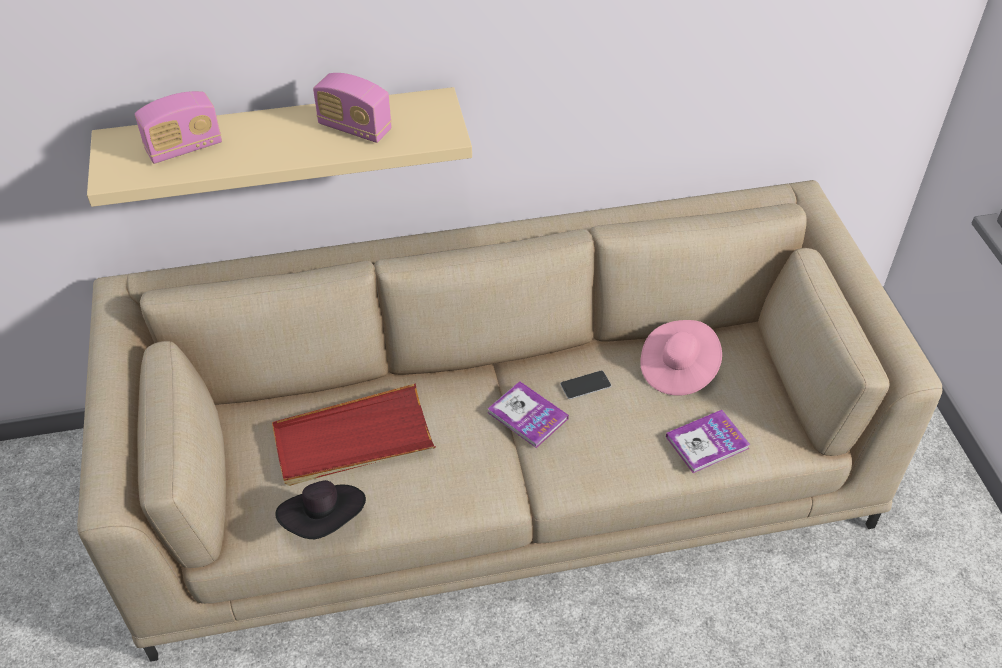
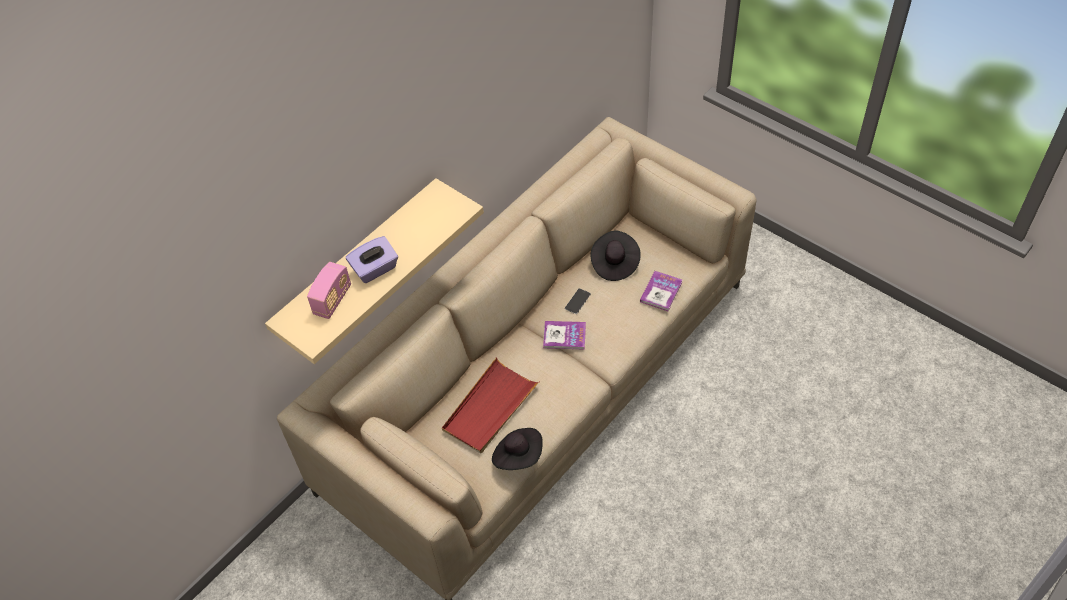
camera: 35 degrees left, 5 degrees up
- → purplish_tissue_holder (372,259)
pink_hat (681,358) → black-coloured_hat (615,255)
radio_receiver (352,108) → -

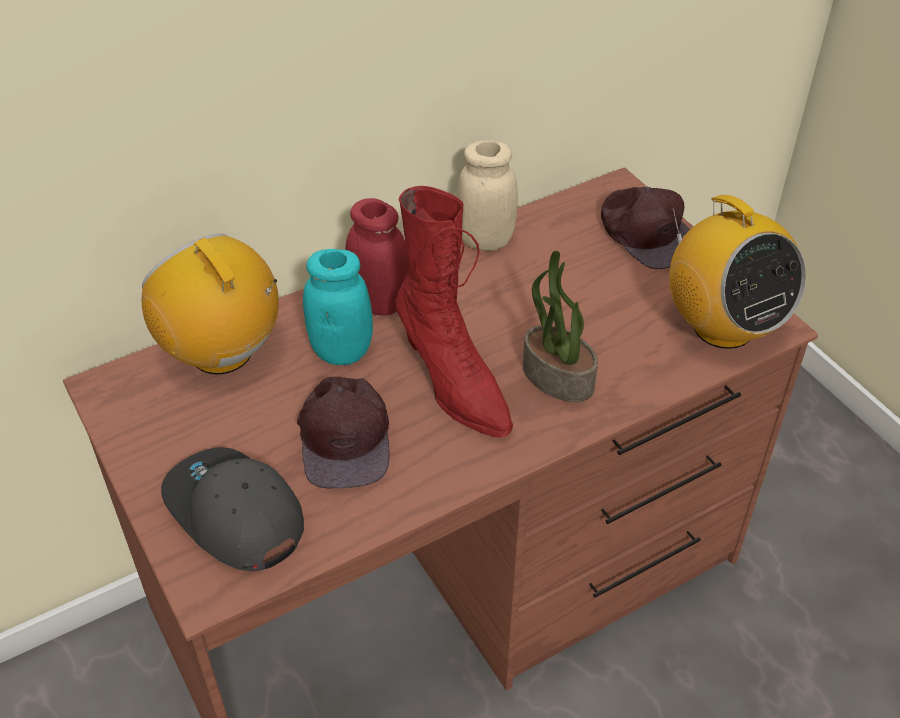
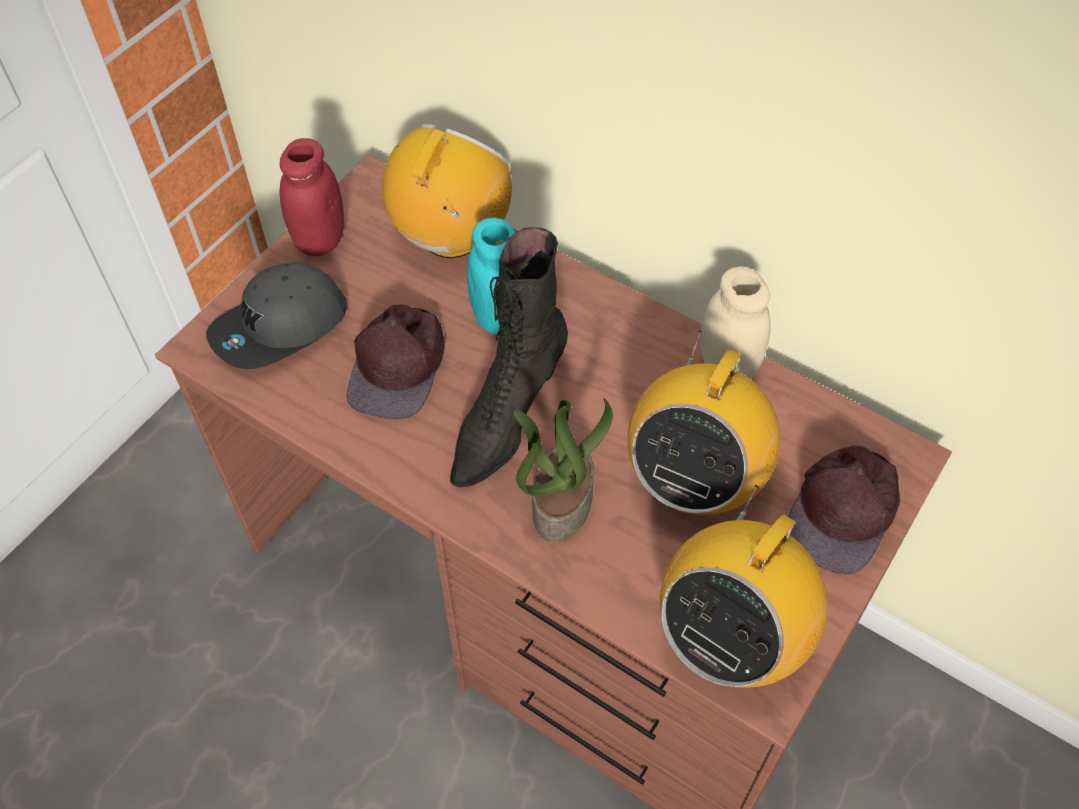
camera: 65 degrees right, 10 degrees up
grey_cap (232,509) → grey_cap (276,315), 150 degrees counterclockwise
red_jar (377,257) → red_jar (311,197), moved
brownish_cap (343,433) → brownish_cap (396,361), 45 degrees counterclockwise
red_high-top_boot (454,312) → black-coloured_high-top_boot (509,357)
- → radio_receiver (704,423)

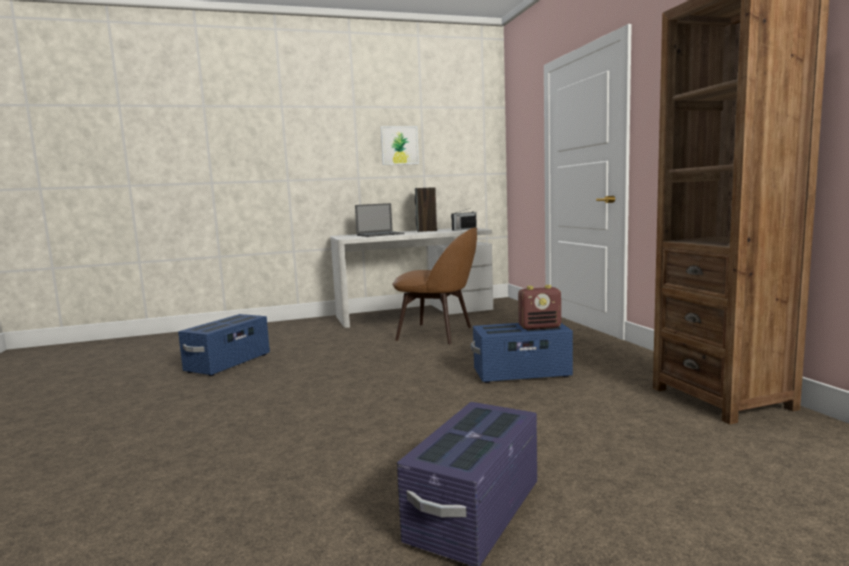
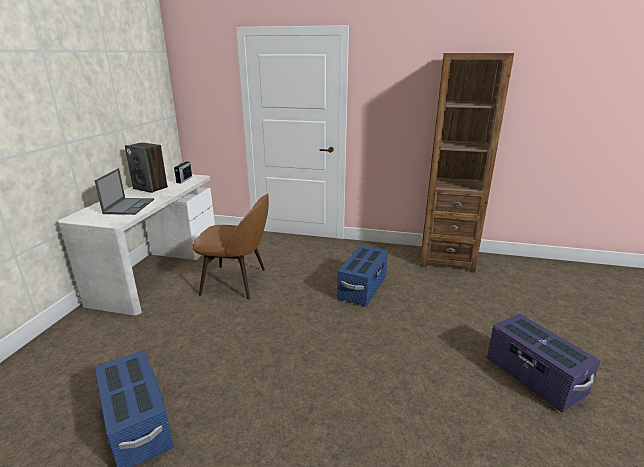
camera: 60 degrees left, 15 degrees up
brownish_upright_chair (434,286) → brownish_upright_chair (230,246), 45 degrees clockwise
picture (400,145) → -
radio_receiver (539,307) → -

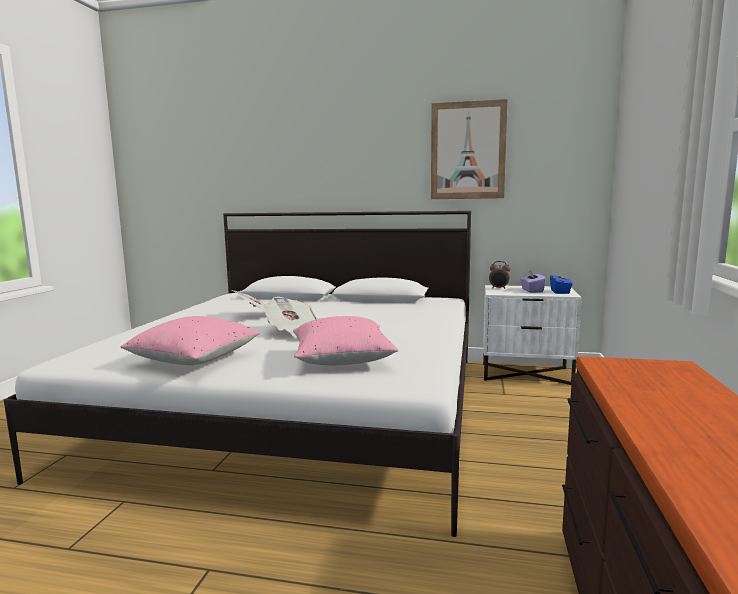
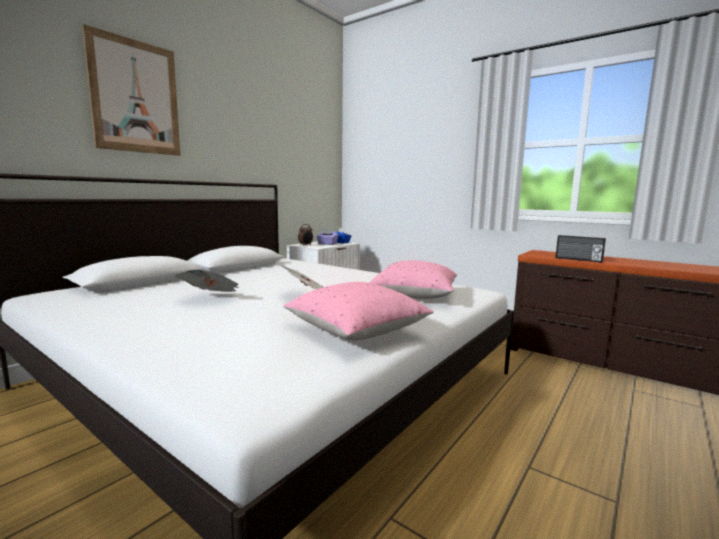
camera: 65 degrees left, 0 degrees up
picture (469,149) → picture (131,90), moved
- → radio_receiver (581,248)

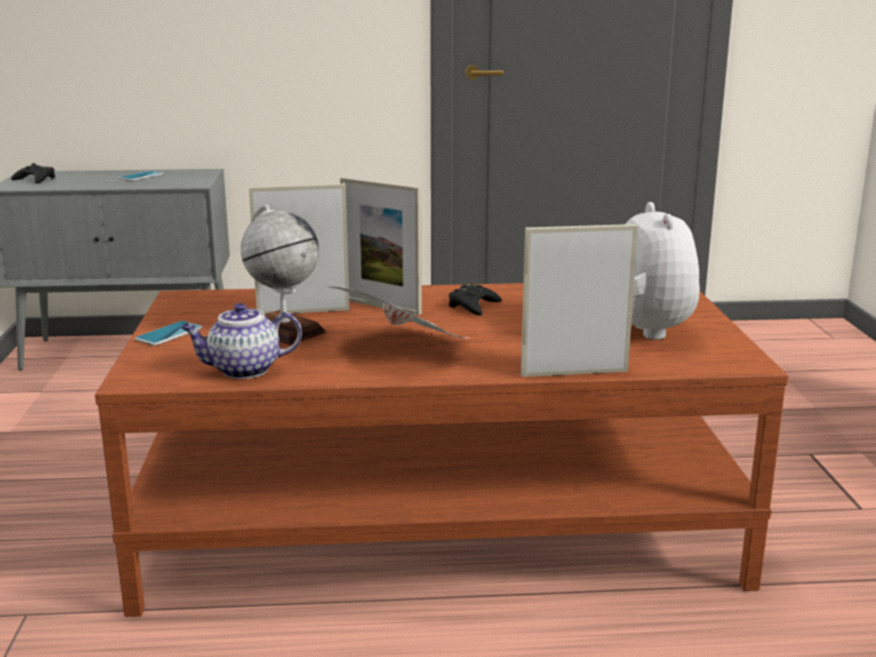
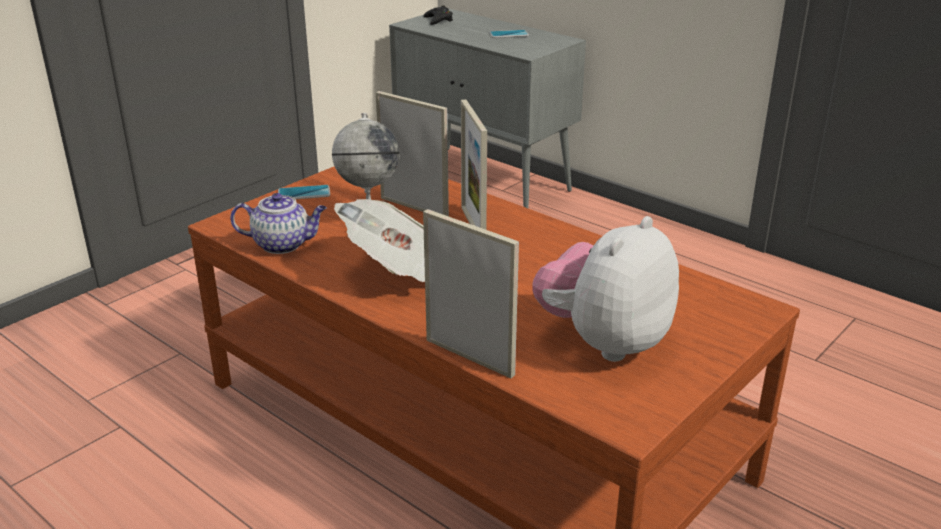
camera: 45 degrees right, 10 degrees up
pot_for_tea (241,341) → pot_for_tea (278,223), 150 degrees clockwise
black-coloured_gamepad (475,299) → -

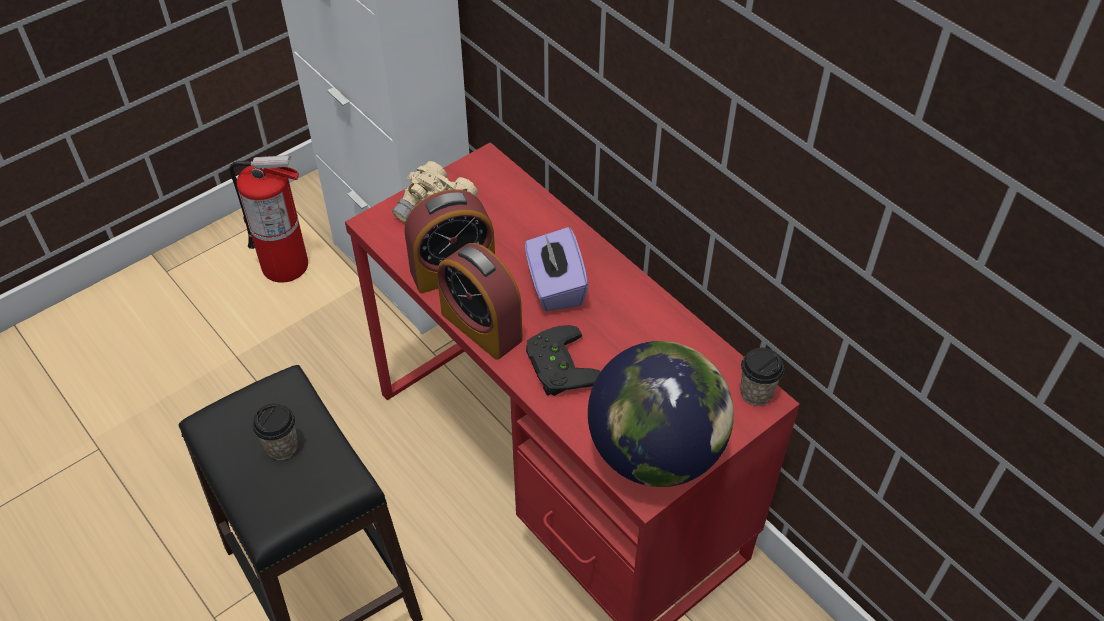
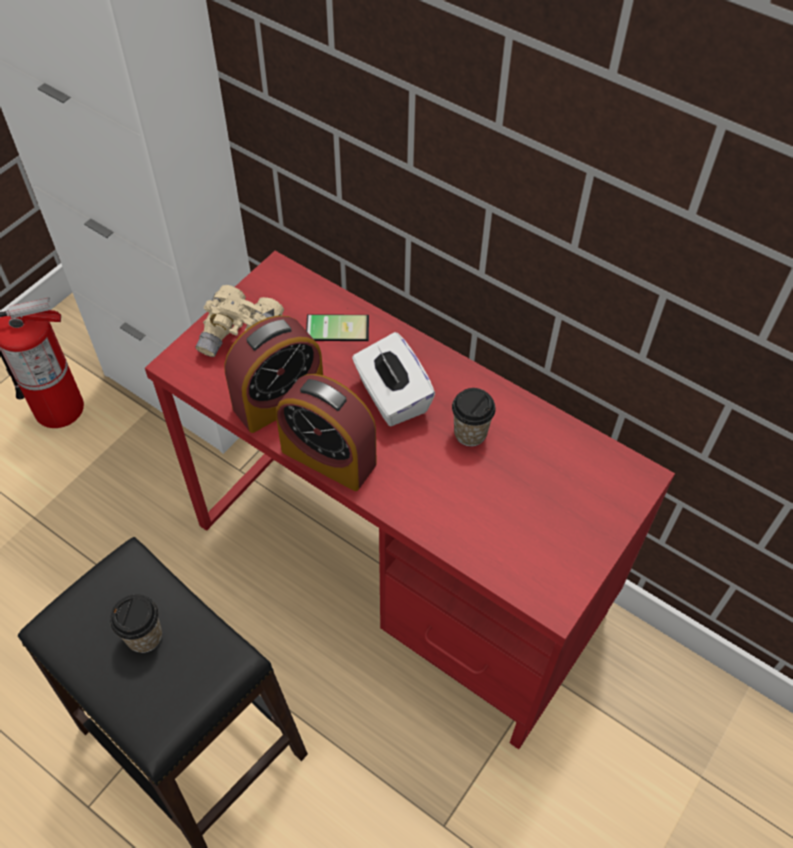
camera: 15 degrees left, 5 degrees up
- → phone (337,327)
purplish_tissue_holder (556,269) → whitish_tissue_holder (393,379)
drinking_cup (762,377) → drinking_cup (474,417), moved
black-coloured_gamepad (563,360) → -
globe (661,414) → -

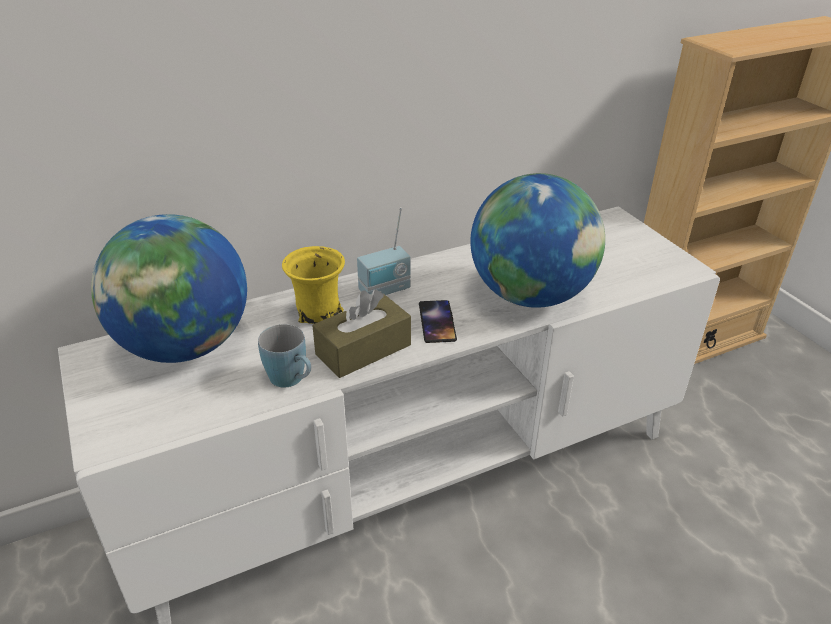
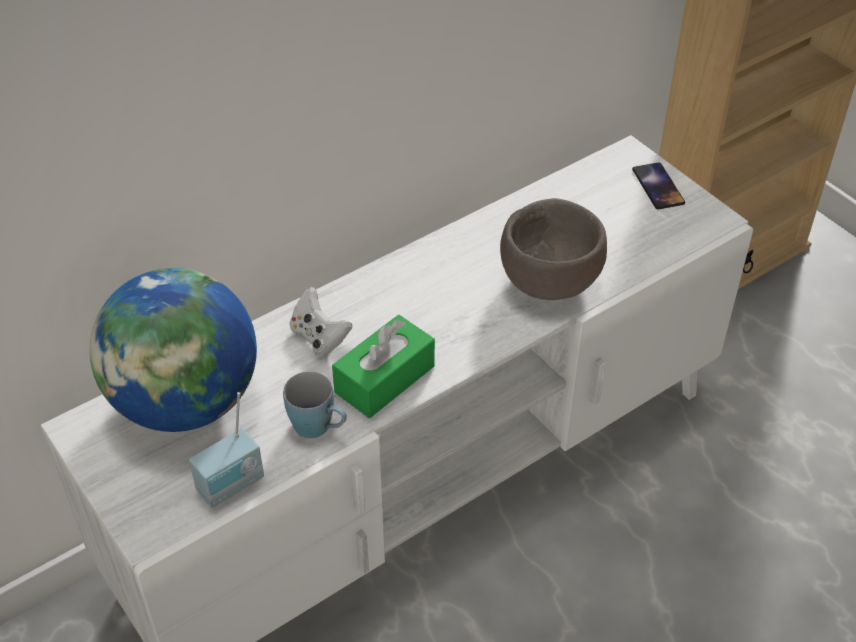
camera: 10 degrees left, 10 degrees up
radio_receiver (383,251) → radio_receiver (226,450), moved
yellow-coloured_tea_mug (313,285) → whitish_gamepad (321,321)
brownish_tissue_holder (361,333) → green_tissue_holder (383,366)
globe (537,240) → brownish_bowl (553,249)
phone (438,321) → phone (658,185), moved

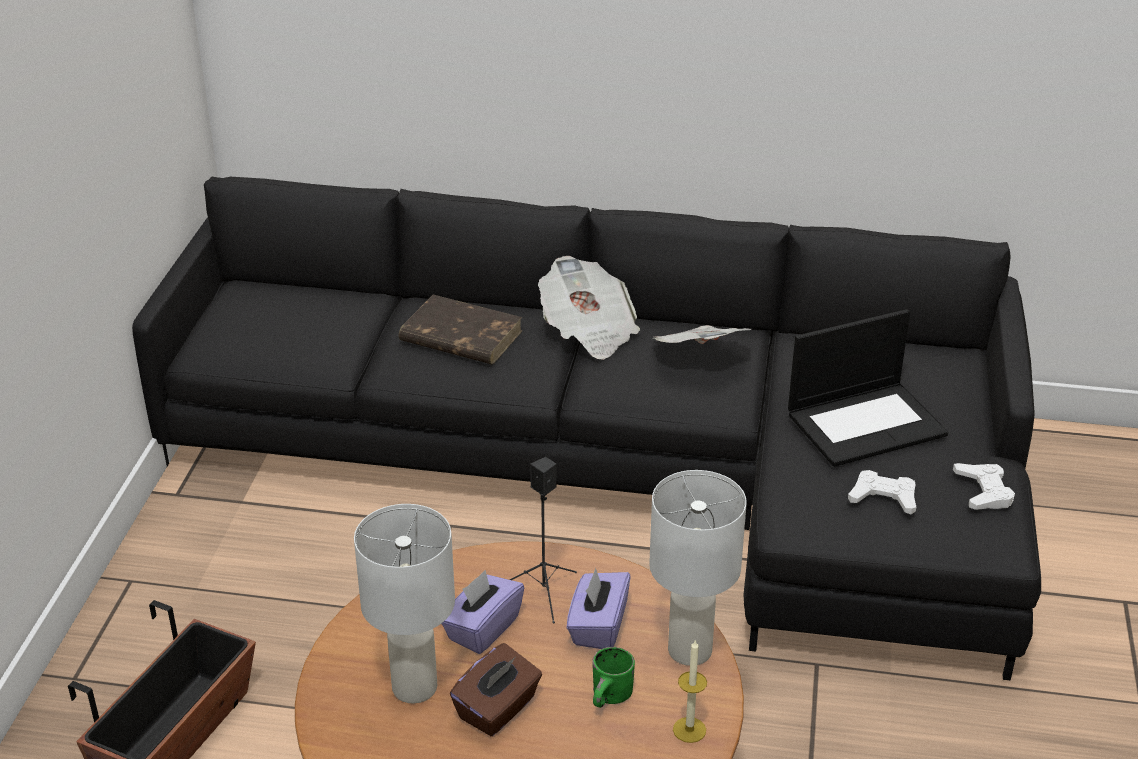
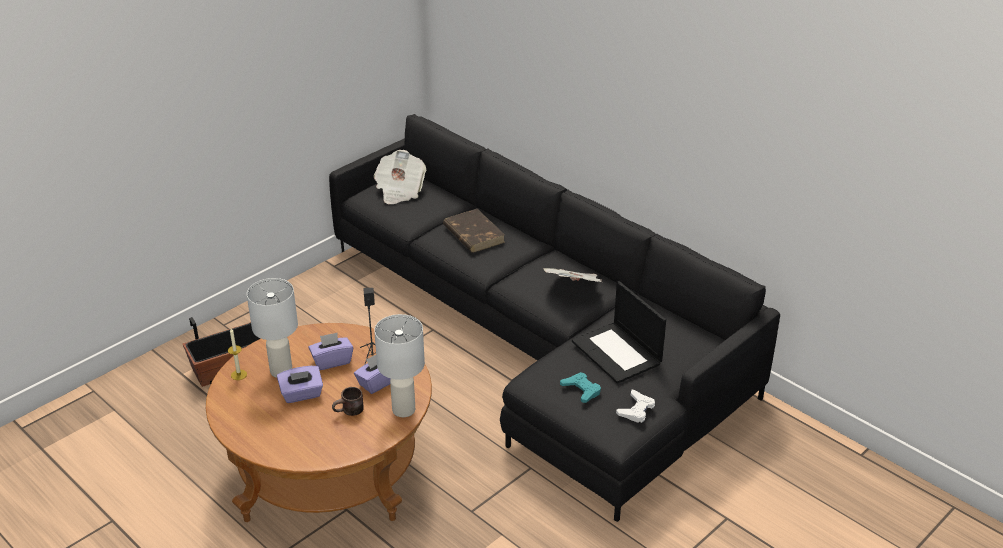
camera: 35 degrees right, 0 degrees up
wax_light (690,691) → wax_light (237,354), moved
brownish_tissue_holder (496,689) → purplish_tissue_holder (300,384)
green_tea_mug (613,677) → brownish_tea_mug (348,401)
newspaper (589,308) → newspaper (400,177), moved
whitish_gamepad (882,492) → turquoise-coloured_gamepad (580,387)
laptop (868,388) → laptop (619,332), 45 degrees clockwise

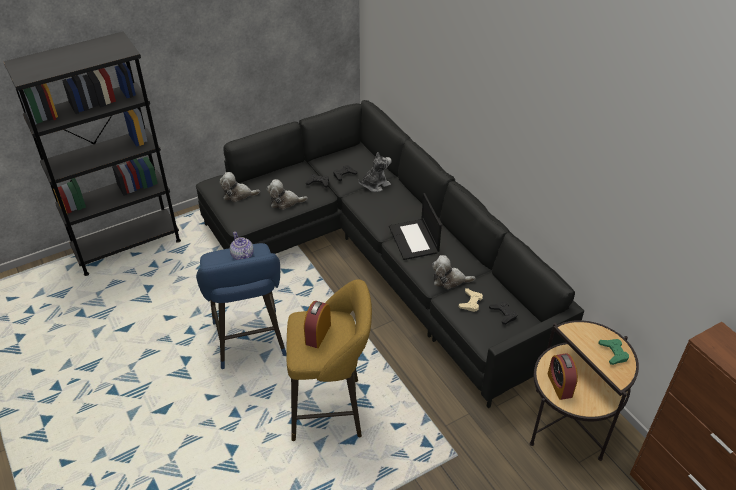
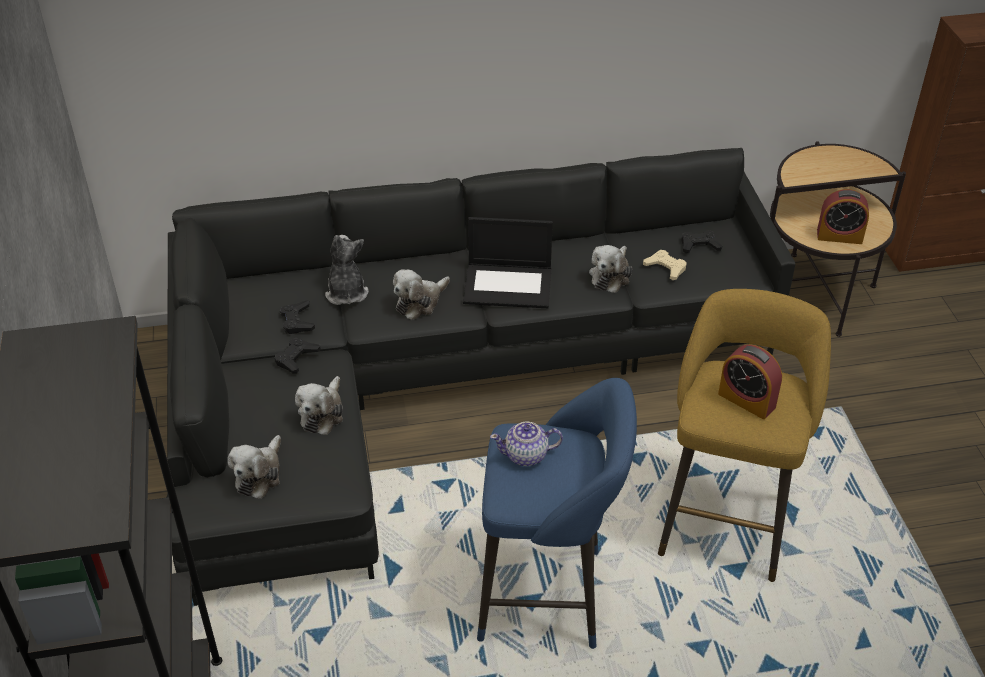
camera: 70 degrees left, 0 degrees up
- → soft_toy (421,294)
green_gamepad (613,352) → -

